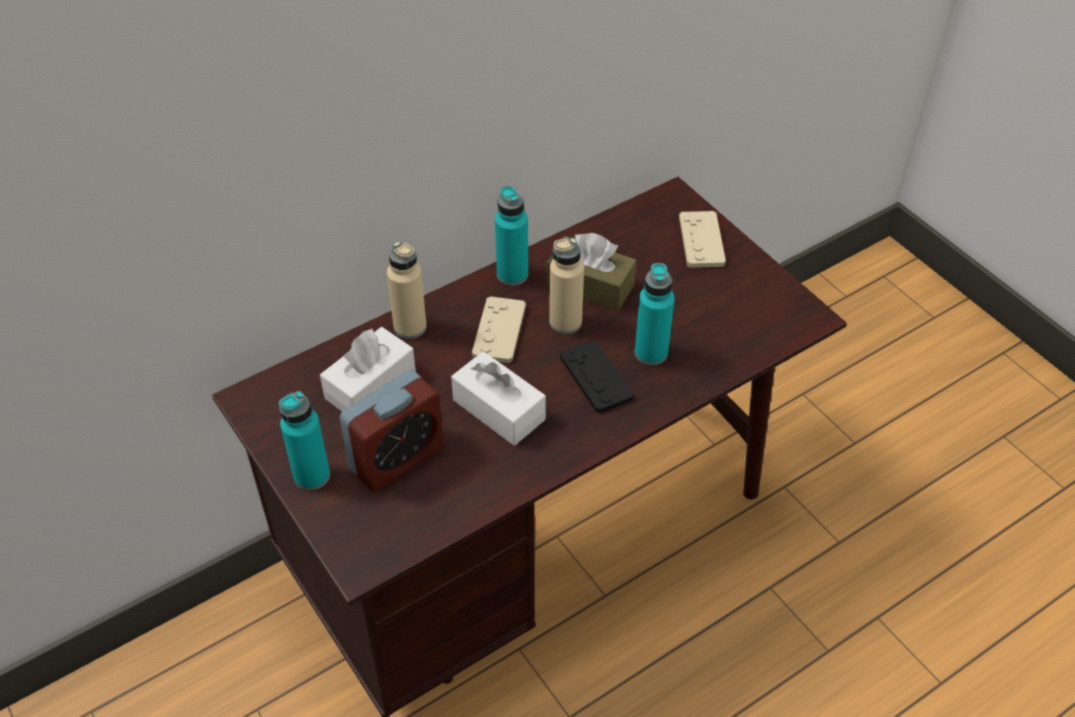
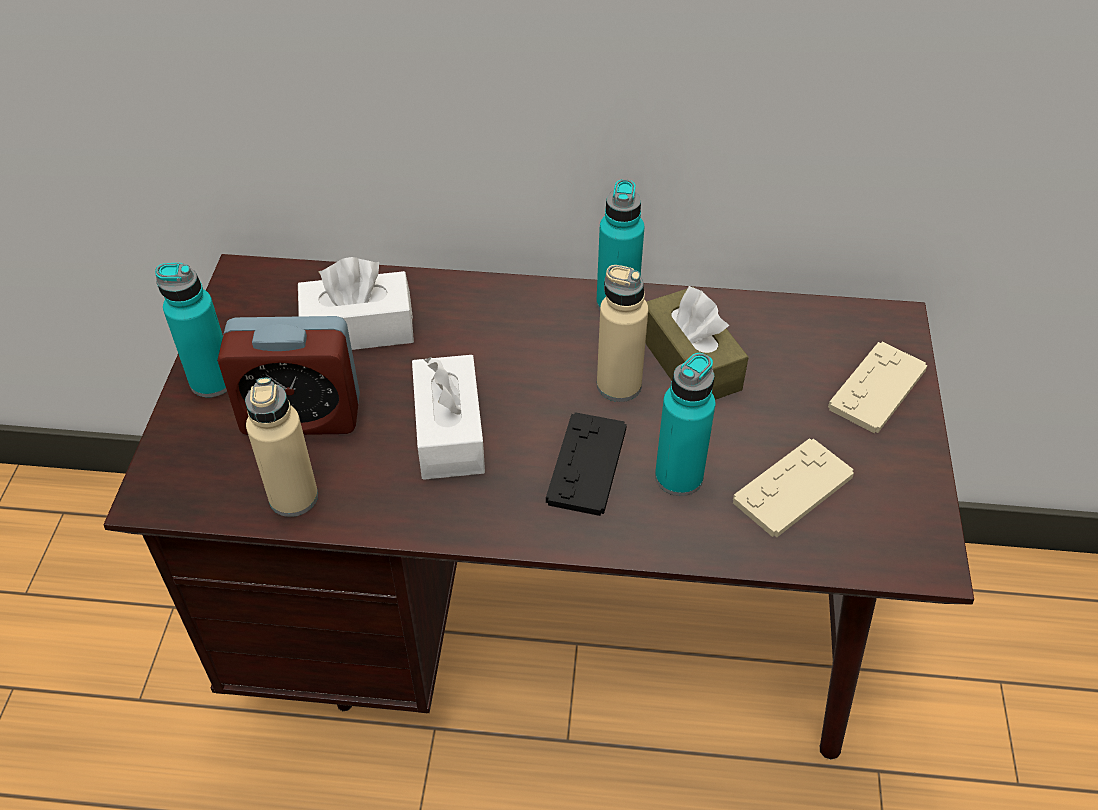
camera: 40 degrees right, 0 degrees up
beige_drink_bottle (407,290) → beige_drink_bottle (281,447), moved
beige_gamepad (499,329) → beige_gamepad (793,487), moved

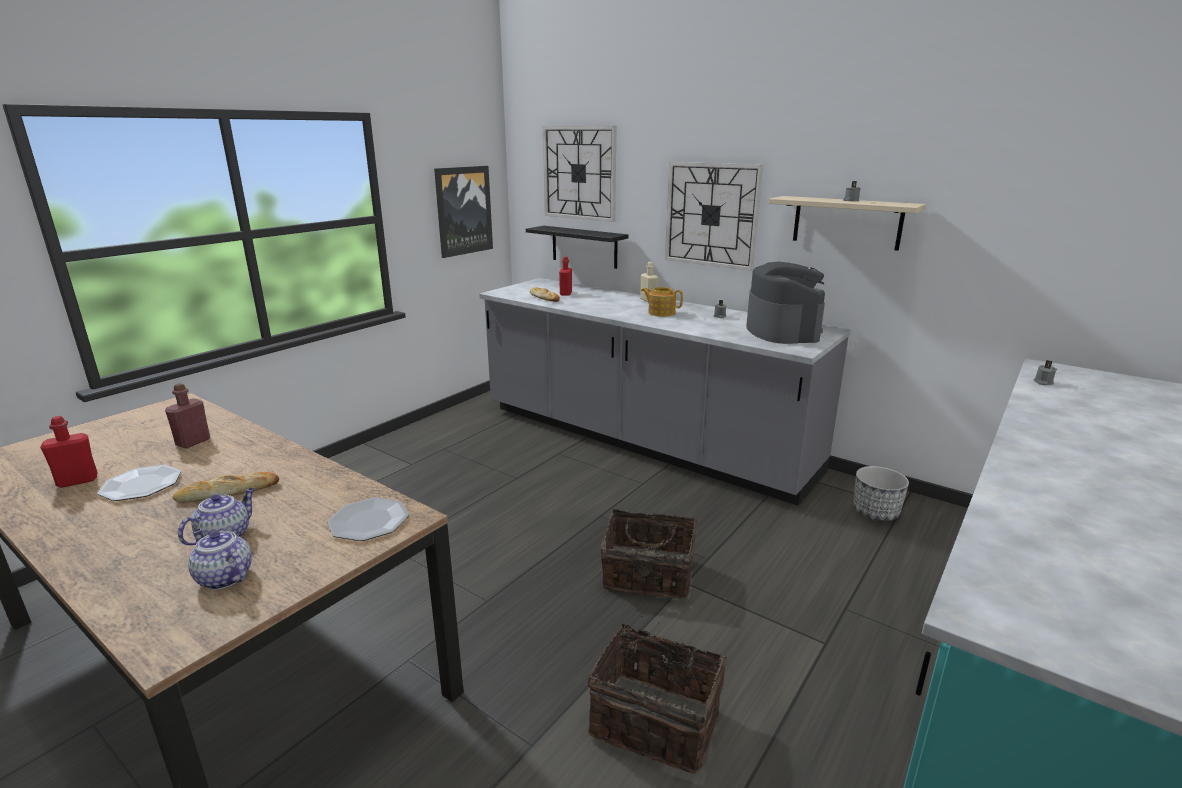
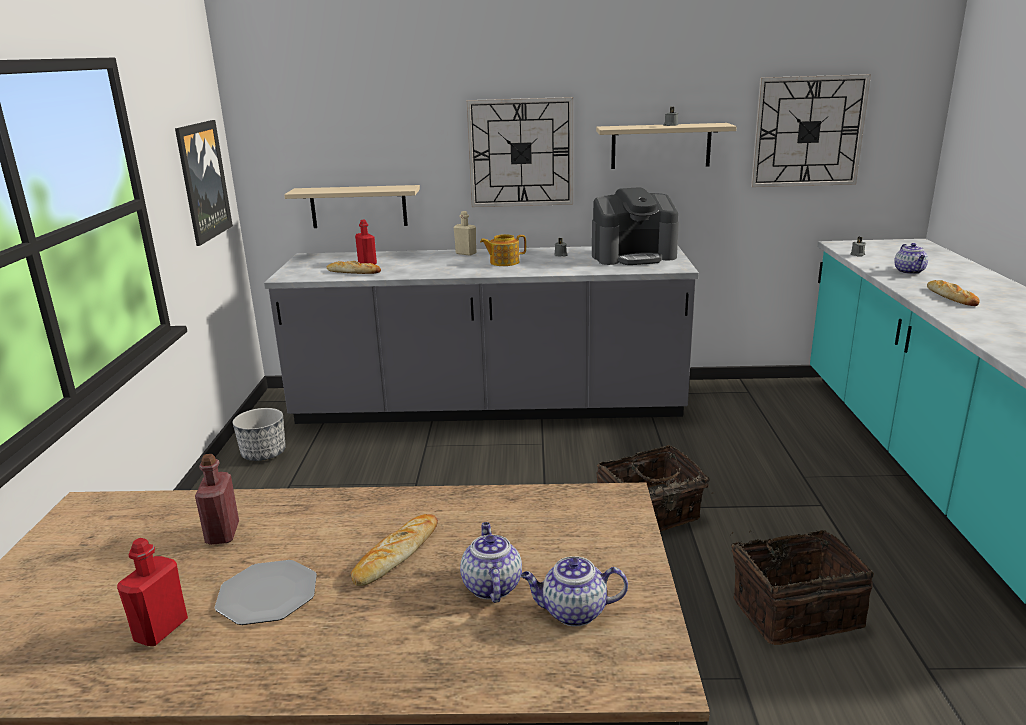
camera: 35 degrees left, 0 degrees up
flower_pot (881,493) → flower_pot (259,434), moved
black-coloured_shelf (577,247) → beige_shelf (352,206)
coffee_maker (785,303) → coffee_maker (635,226), 120 degrees clockwise
clock_on_the_wall (580,174) → clock_on_the_wall (811,130), moved
- → pot_for_tea (911,258)
- → baked_bread (953,293)
plate (368,519) → -

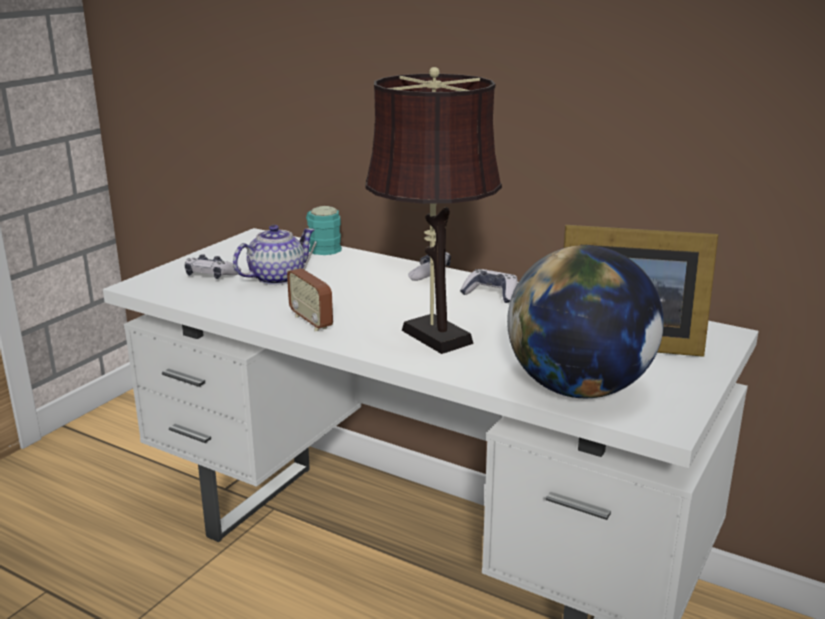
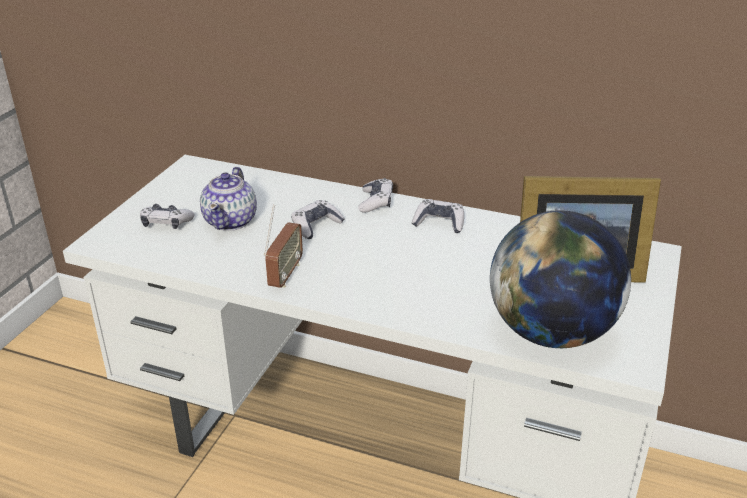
camera: 10 degrees left, 10 degrees up
pot_for_tea (274,255) → pot_for_tea (228,199), 150 degrees clockwise
radio_receiver (310,286) → radio_receiver (283,246), 120 degrees counterclockwise
- → gamepad (318,219)
turquoise-coloured_tea_mug (324,230) → -
brownish_lamp_for_a_table (433,210) → -

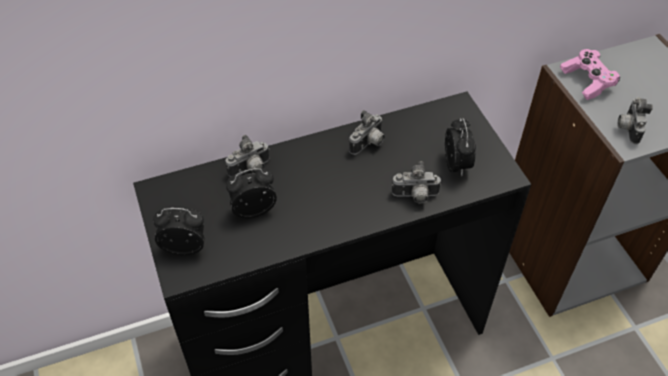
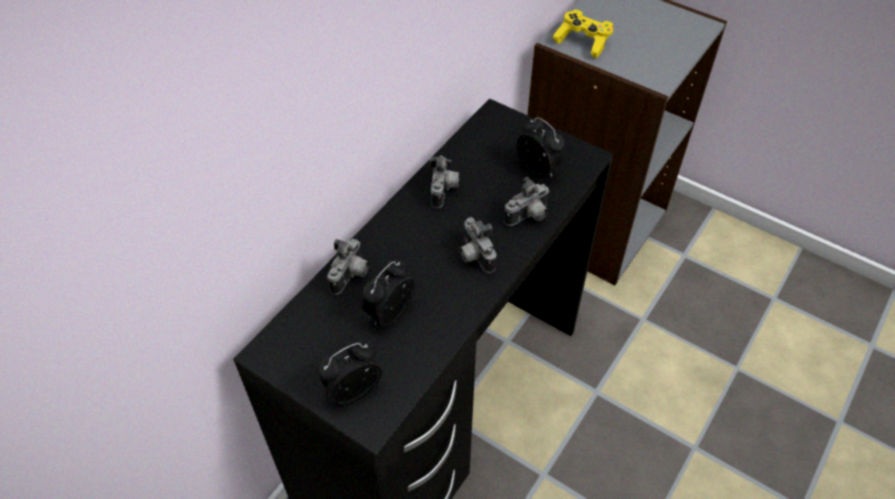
camera: 35 degrees left, 0 degrees up
photo_camera (635,120) → photo_camera (478,245), moved
pink_gamepad (590,74) → yellow-coloured_gamepad (583,34)

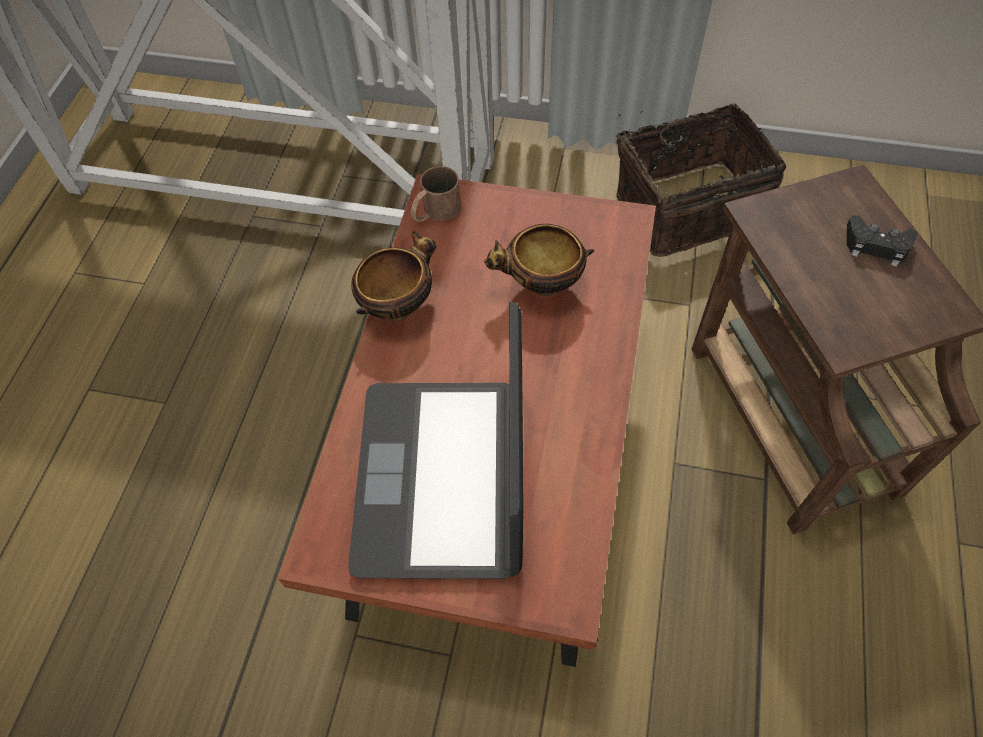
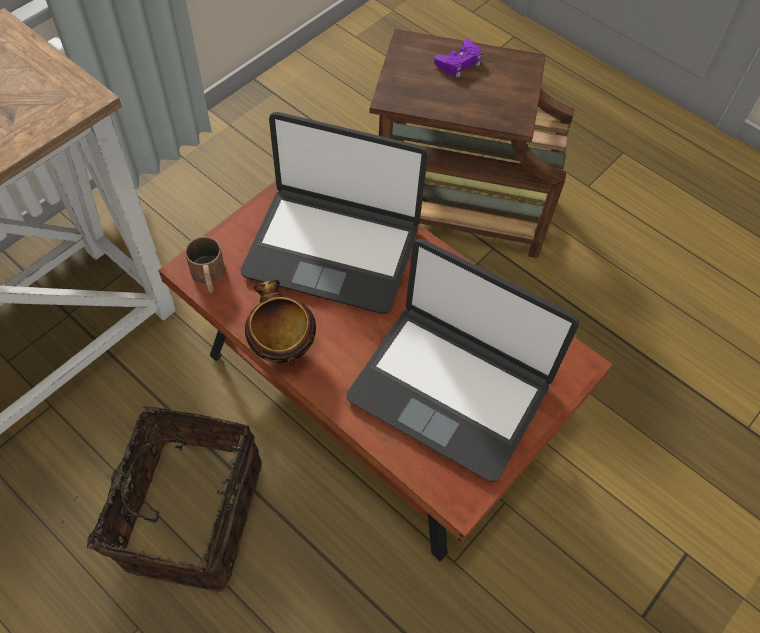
camera: 65 degrees left, 0 degrees up
basket (701,180) → basket (162,499), moved
bowl (539,260) → laptop (334,213)
black-coloured_gamepad (882,241) → purplish_gamepad (458,58)

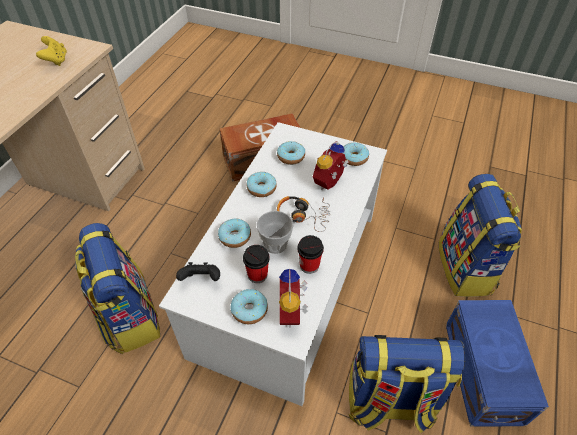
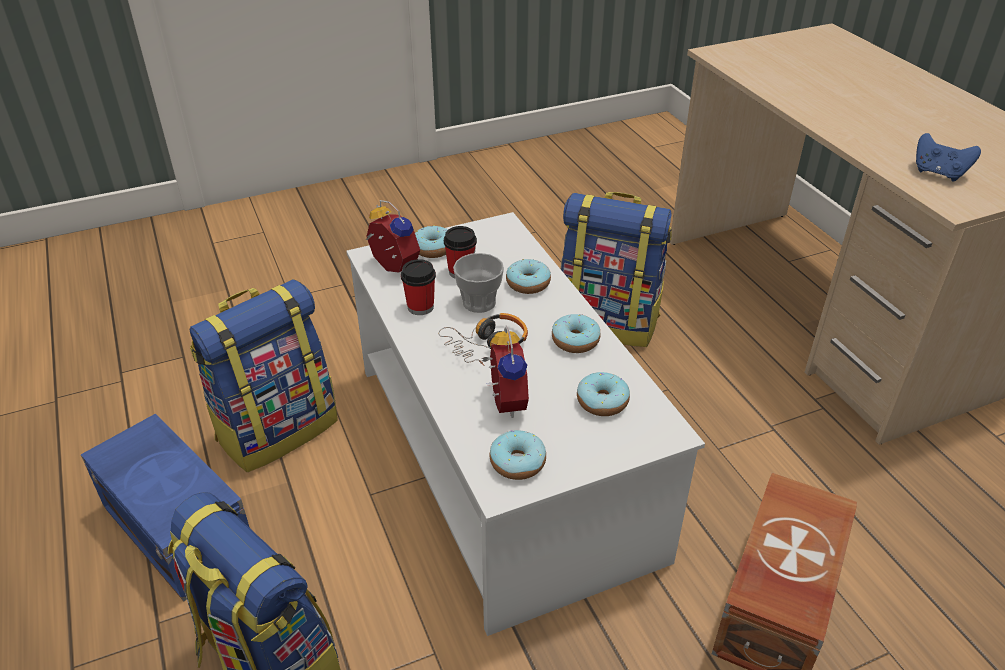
camera: 135 degrees right, 10 degrees down
yellow-coloured_gamepad (51,51) → blue-coloured_gamepad (948,157)
black-coloured_gamepad (198,271) → -

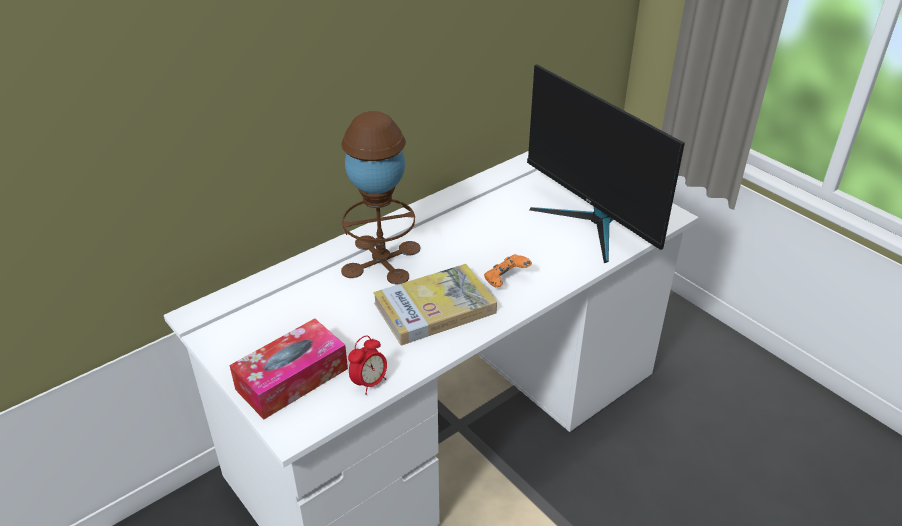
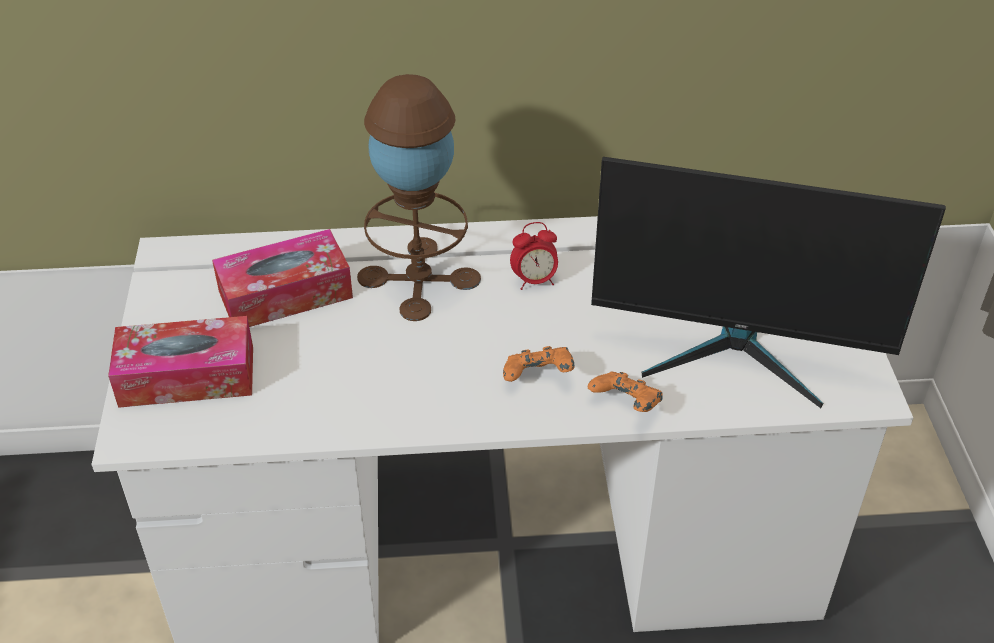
camera: 35 degrees right, 5 degrees up
- → tissue_holder (282,278)
table_clock (367,365) → table_clock (534,256), moved
- → orangey_gamepad (625,392)
computer_display (606,163) → computer_display (768,282), 75 degrees counterclockwise
bound_book (435,304) → -

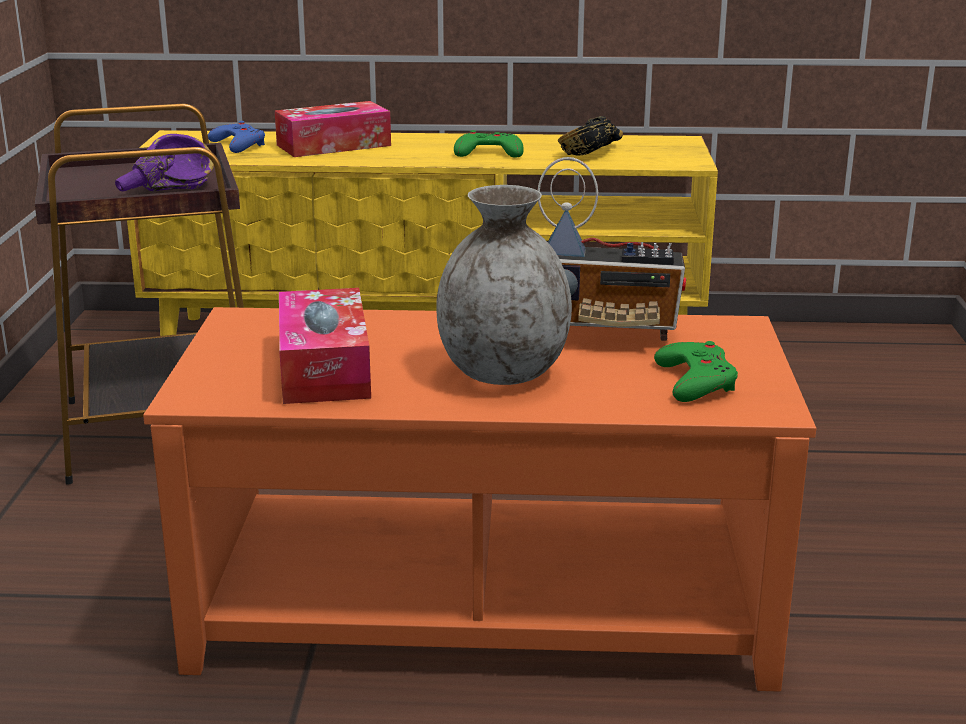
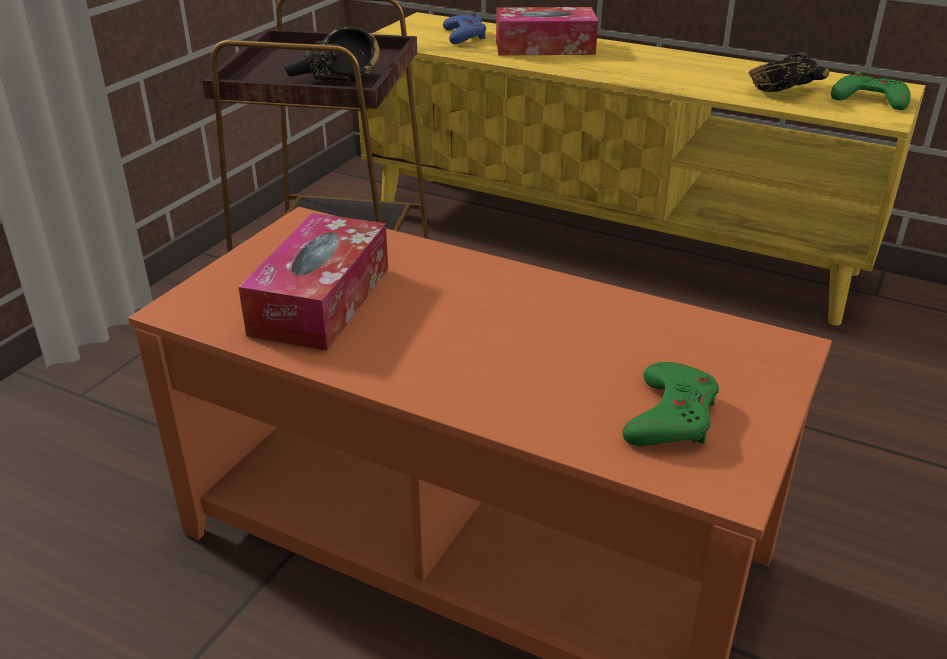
camera: 25 degrees right, 10 degrees up
purplish_bowl (164,162) → black-coloured_bowl (332,54)
green_gamepad (489,143) → green_gamepad (871,91), moved
grey_vase (504,285) → -
radio_receiver (612,249) → -

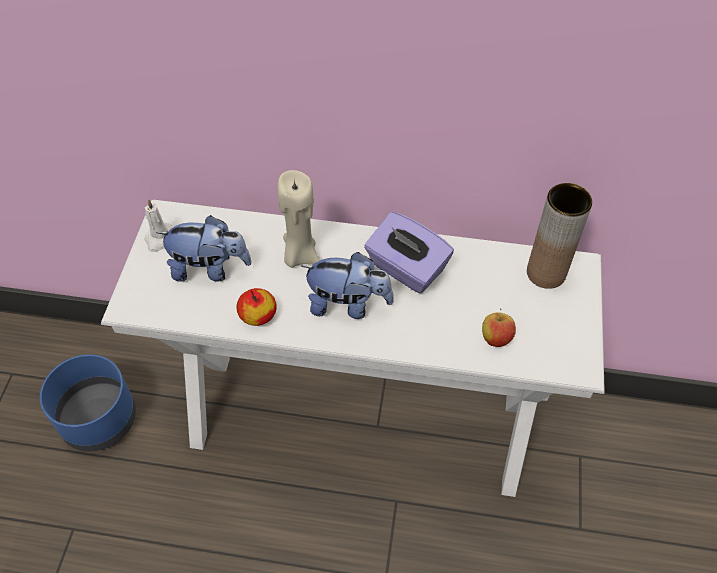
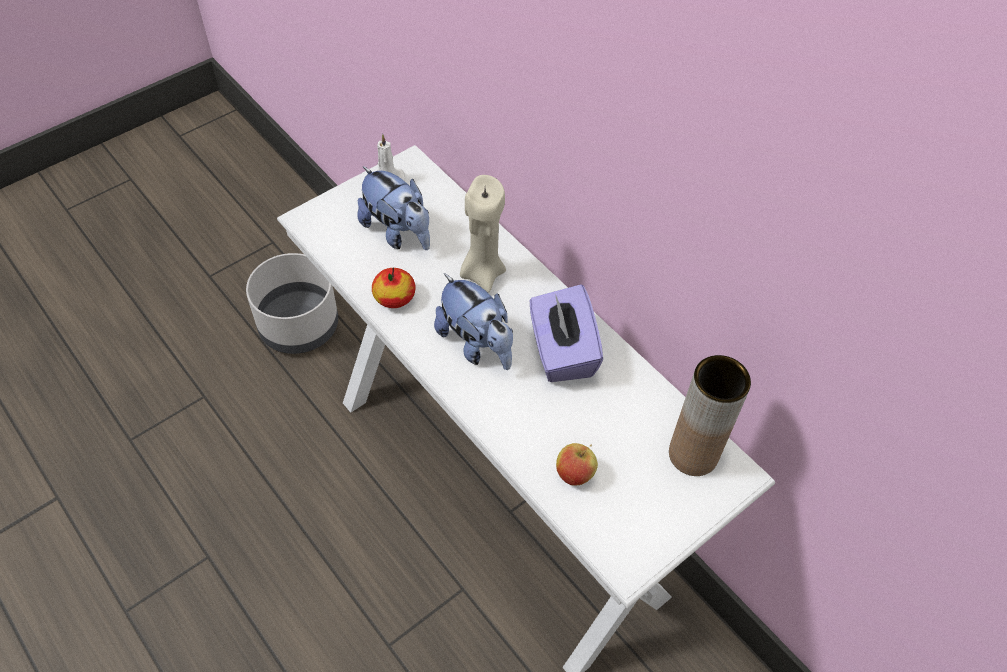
camera: 40 degrees right, 0 degrees up
blue-coloured_flower_pot (88,402) → grey_flower_pot (292,303)

